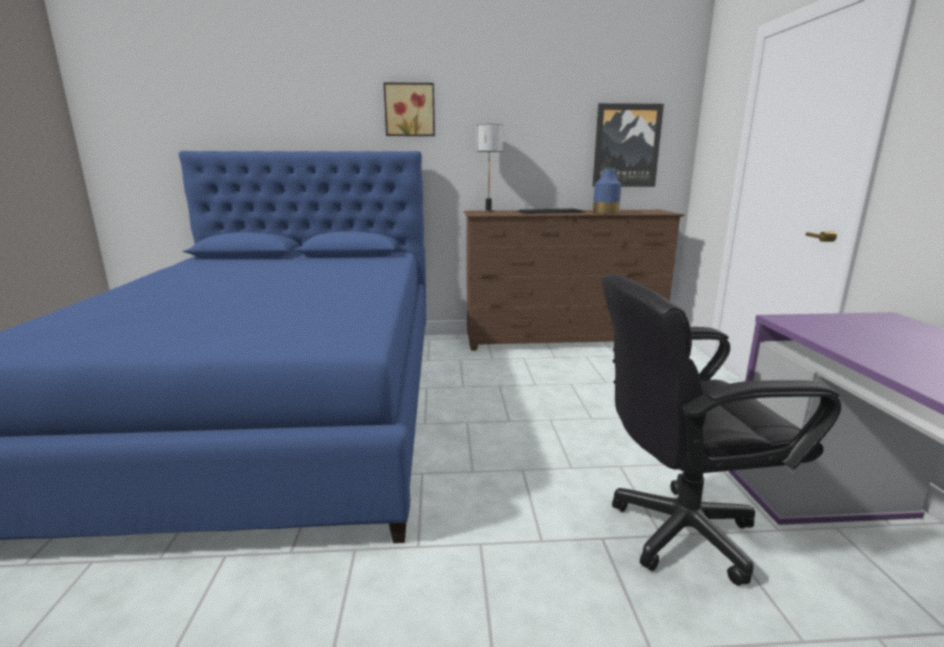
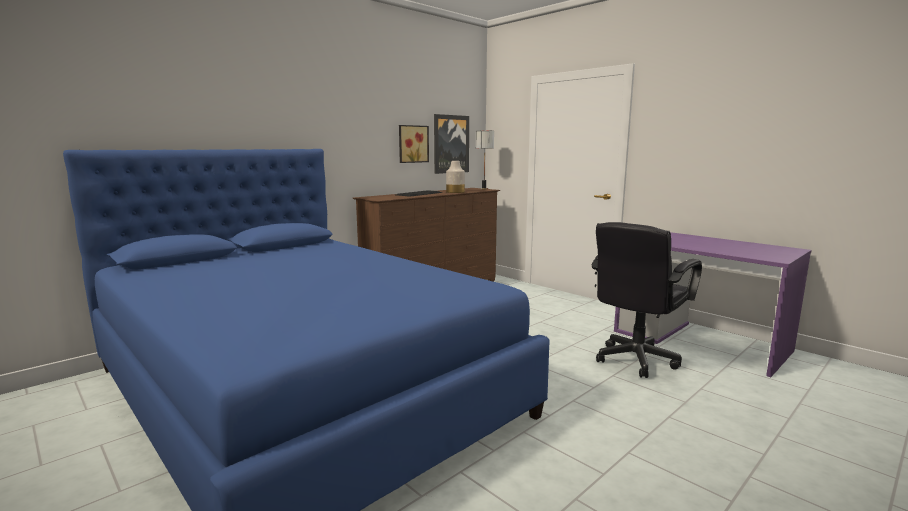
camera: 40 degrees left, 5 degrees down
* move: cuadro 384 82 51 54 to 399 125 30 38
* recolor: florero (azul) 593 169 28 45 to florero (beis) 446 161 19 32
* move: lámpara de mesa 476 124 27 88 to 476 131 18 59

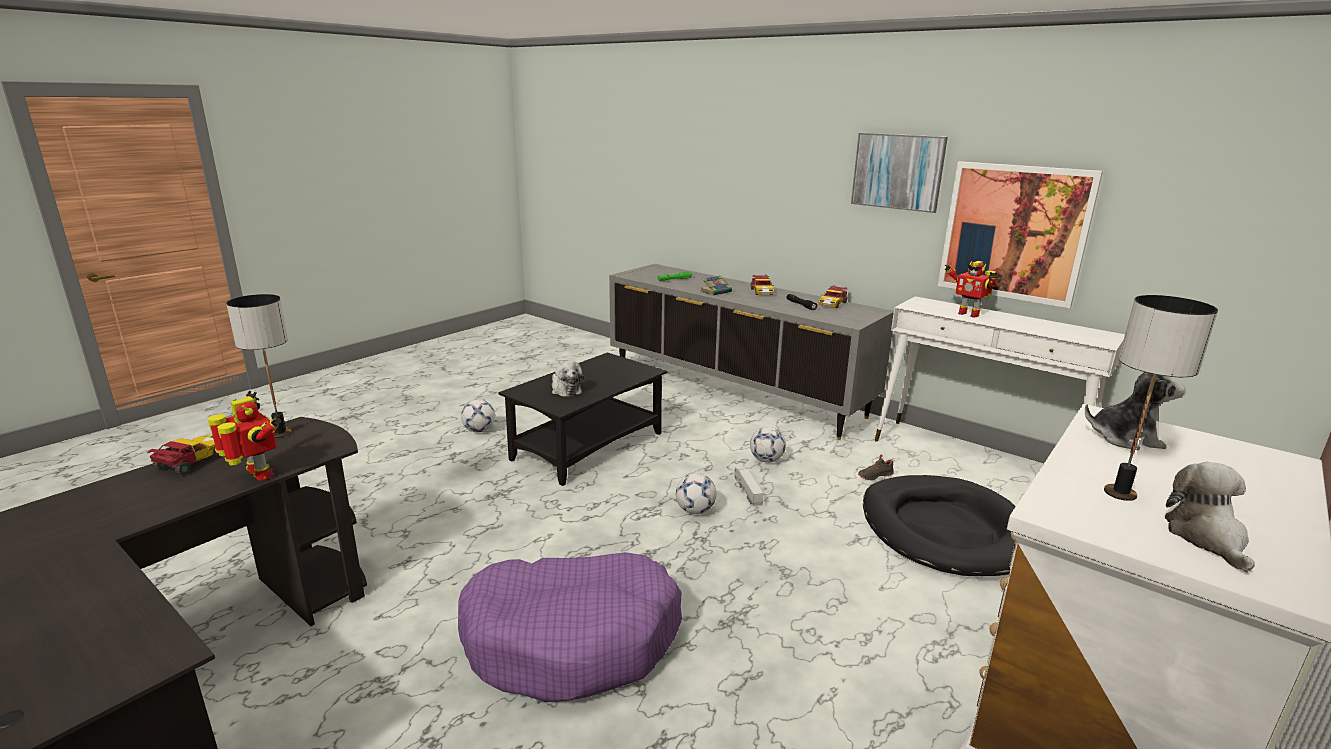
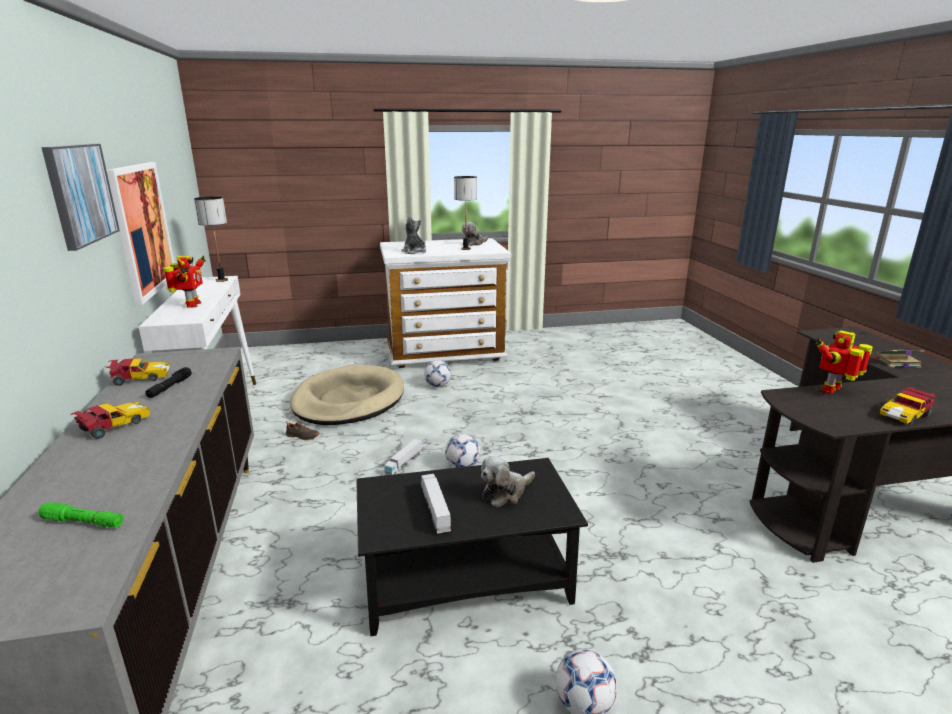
camera: 140 degrees left, 0 degrees up
* move: lámpara de mesa 226 294 66 144 to 194 196 34 86
* recolor: cama para perro (negro) 863 475 153 101 to cama para perro (beis) 290 365 114 60
* insert: camión de juguete 421 474 30 60
* move: balón de fútbol 750 427 36 36 to 424 360 27 27
* rotate: peluche 552 361 32 36 = 481 456 54 51 135 degrees counterclockwise
* rotate: robot de juguete 208 391 74 90 = 815 330 58 64 60 degrees clockwise
* move: libro 700 275 33 21 to 874 349 51 19
* delete: cama para perro (morado) 458 552 224 150

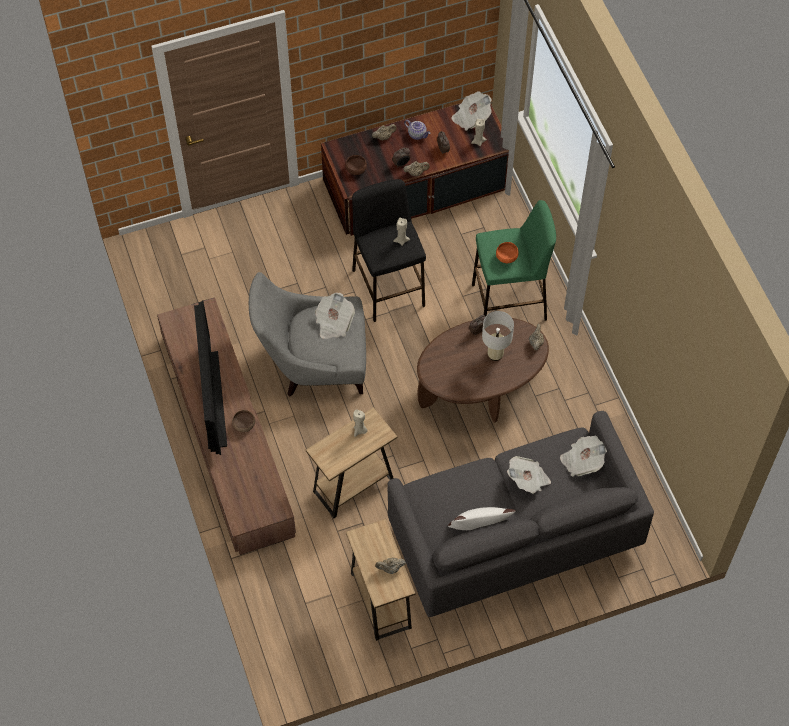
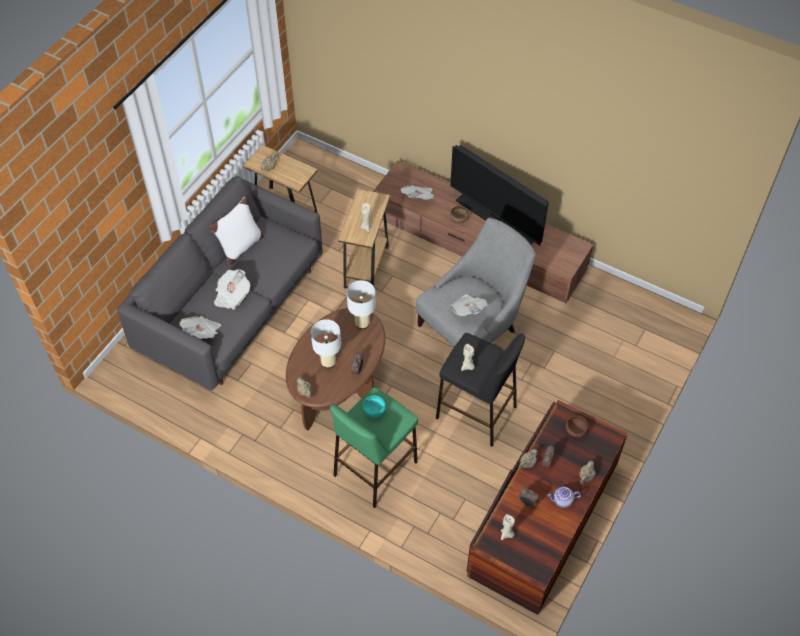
camera: 140 degrees right, 5 degrees down
* insert: lámpara de mesa (blanco) 347 280 29 49
* recolor: cuenco (naranja) 496 242 22 21 to cuenco (turquesa) 363 396 23 22
* move: periódico 451 92 41 39 to 401 185 33 15

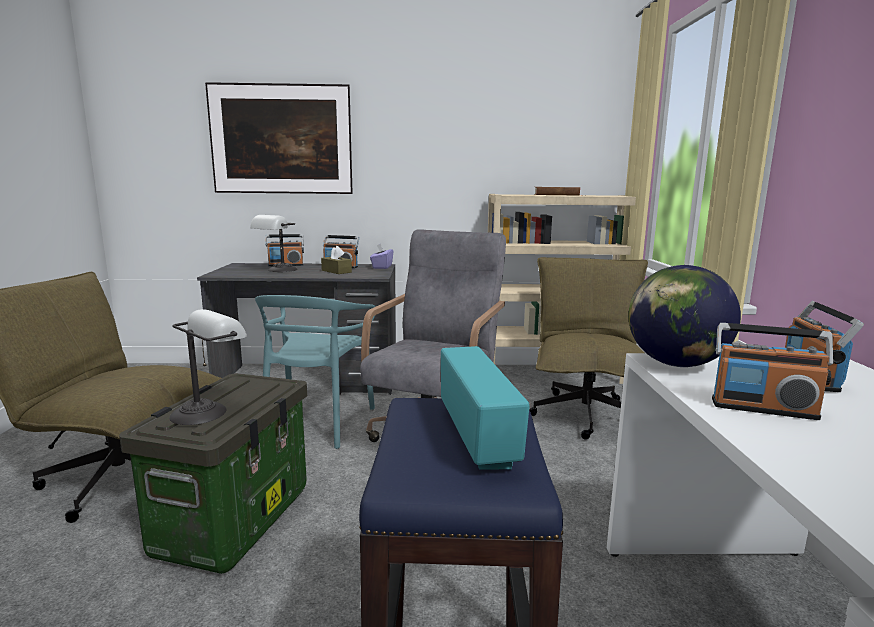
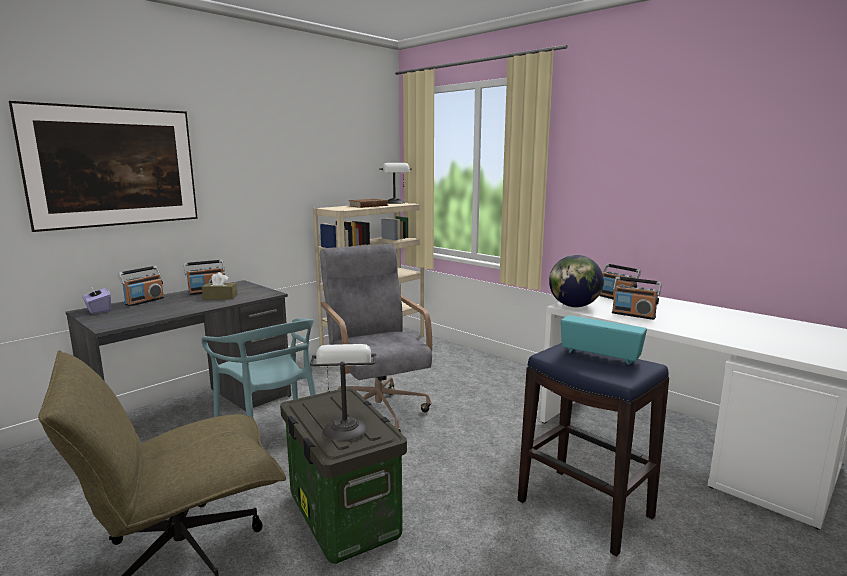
camera: 45 degrees left, 0 degrees up
* move: caja de pañuelos (morado) 370 243 23 26 to 82 286 29 28
* move: lámpara de mesa 250 215 48 57 to 379 163 32 41
* rotate: radio 712 323 121 97 = 612 276 50 44 60 degrees clockwise
* delete: silla de oficina (beis) 529 257 119 183

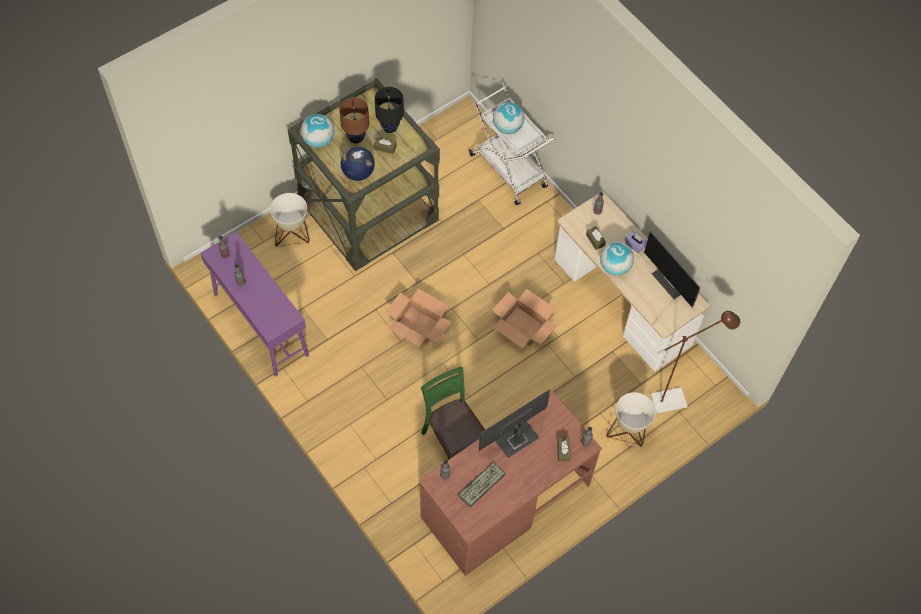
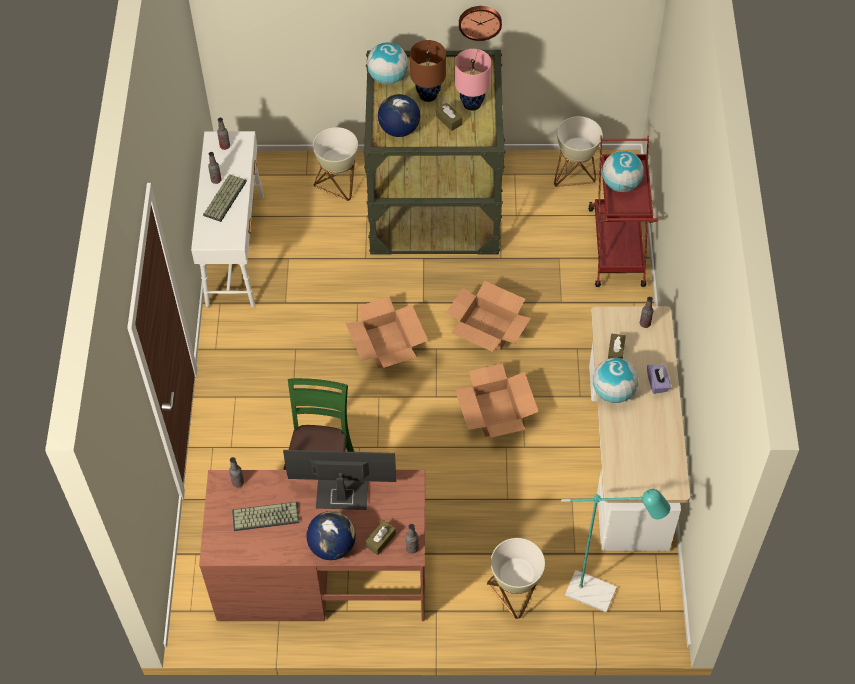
camera: 40 degrees right, 5 degrees down
* recolor: mesa consola (morado) 201 232 108 144 to mesa consola (blanco) 191 131 73 176
* insert: teclado 203 174 44 48
* insert: globo terráqueo 306 511 50 49
* insert: caja de cartón 447 281 84 71
* recolor: lámpara de mesa (negro) 375 87 29 46 to lámpara de mesa (rosa) 455 49 36 62
* insert: reloj de pared 459 6 43 35
* insert: maceta 554 116 49 71
* recolor: lámpara de pie (marrón) 650 311 90 103 to lámpara de pie (turquesa) 561 489 110 123
* recolor: carrito (blanco) 469 84 87 121 to carrito (rojo) 588 135 71 152
* delete: monitor 644 231 56 76

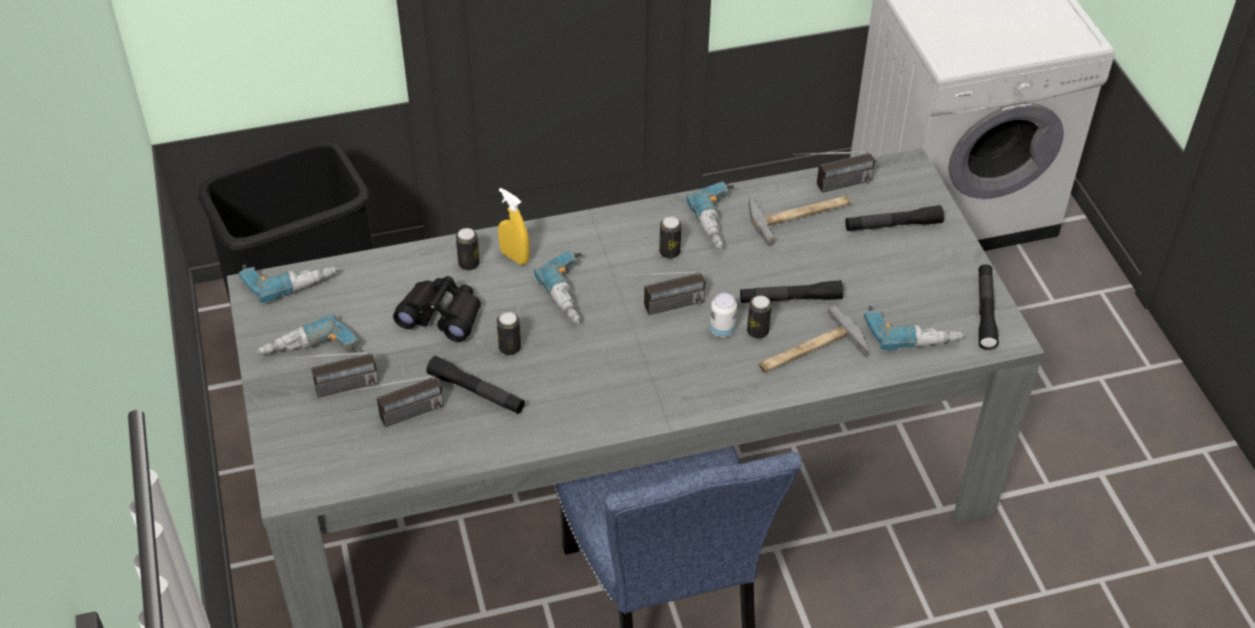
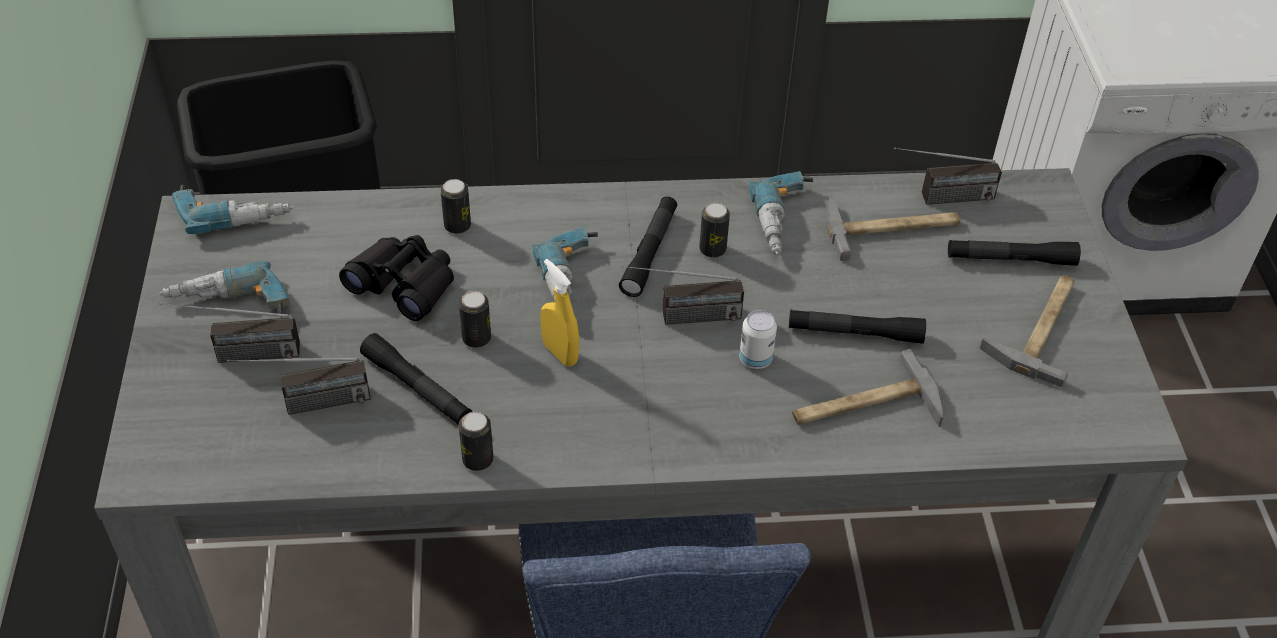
camera: 10 degrees right, 0 degrees up
* move: lata 747 295 25 44 to 459 412 35 59
* move: pulverizador (amarillo) 498 188 32 77 to 540 259 39 108
* move: linterna (negro) 978 264 21 86 to 619 196 58 101
* insert: martillo 979 275 96 112
* delete: taladro 864 306 100 44

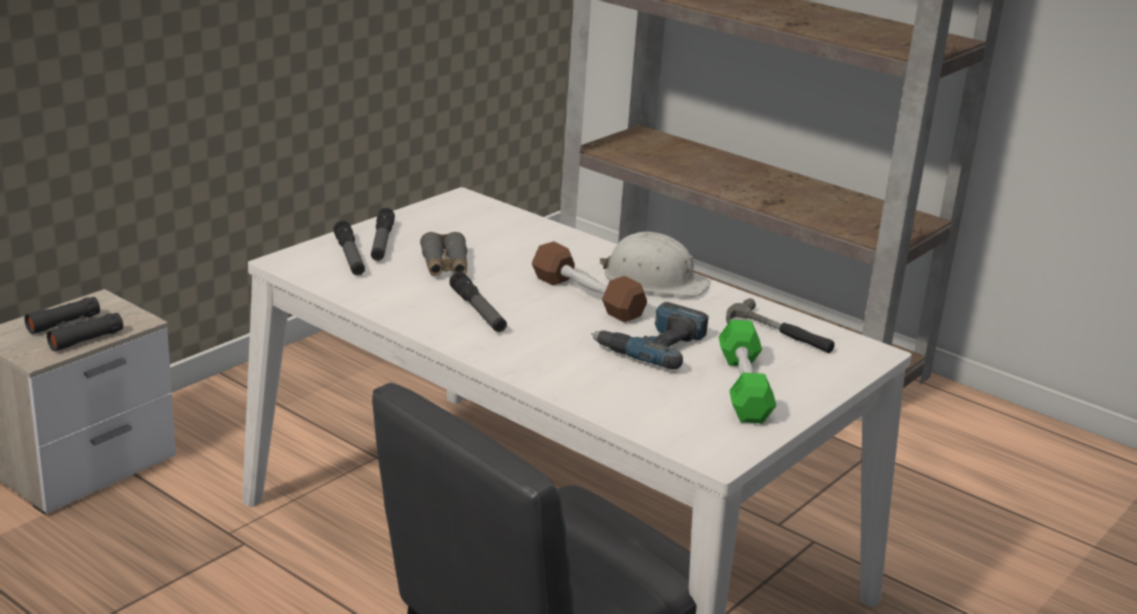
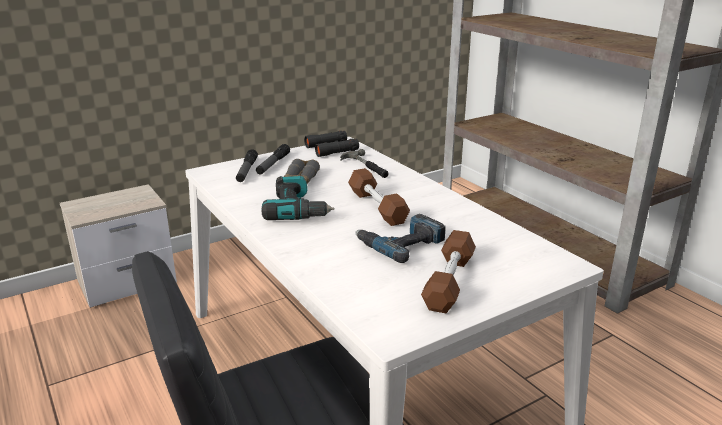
camera: 20 degrees right, 0 degrees up
* replace: linterna 449 272 58 60 to taladro 261 176 74 44
* move: prismáticos (negro) 24 297 99 55 to 304 131 55 26
* move: martillo 726 298 108 55 to 340 149 49 29
* recolor: mancuerna (verde) 719 320 58 104 to mancuerna (marrón) 421 230 55 83
* delete: casco (blanco) 600 232 110 65

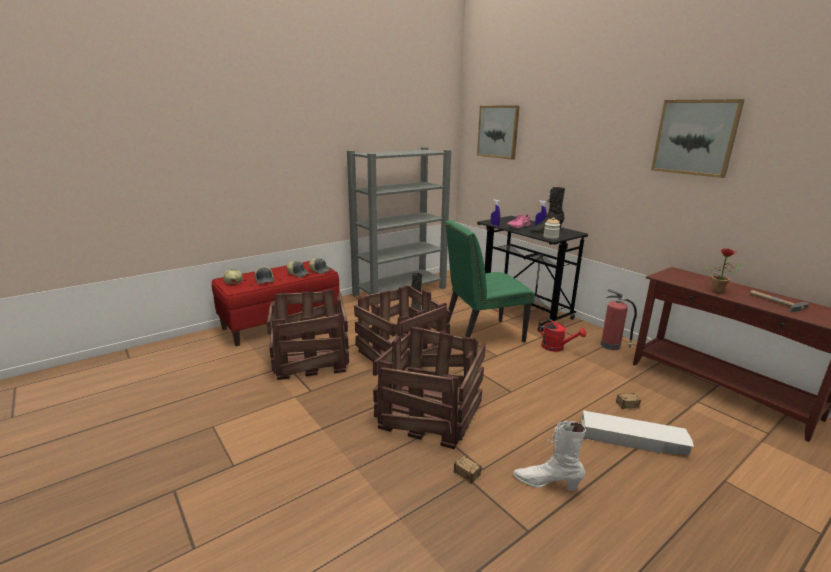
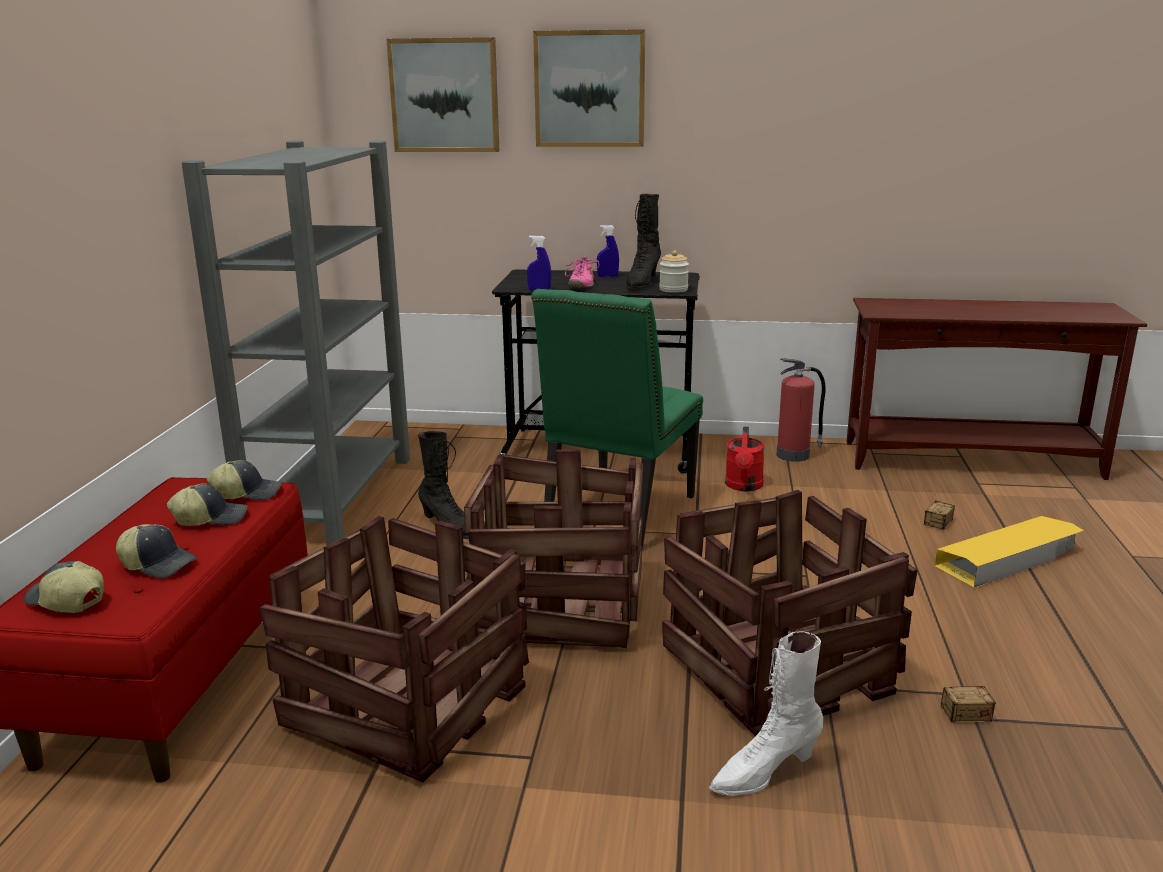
camera: 45 degrees left, 0 degrees up
* move: cuadro 651 99 94 79 to 533 29 112 118
* move: bota (blanco) 513 421 73 69 to 709 631 114 165
* rotate: regadera (rojo) 538 317 48 35 = 725 426 40 66 105 degrees clockwise
* recolor: caja de almacenaje (blanco) 582 410 112 45 to caja de almacenaje (amarillo) 935 516 149 72
* delete: planta en maceta 704 248 39 45
* delete: martillo 750 290 59 23

